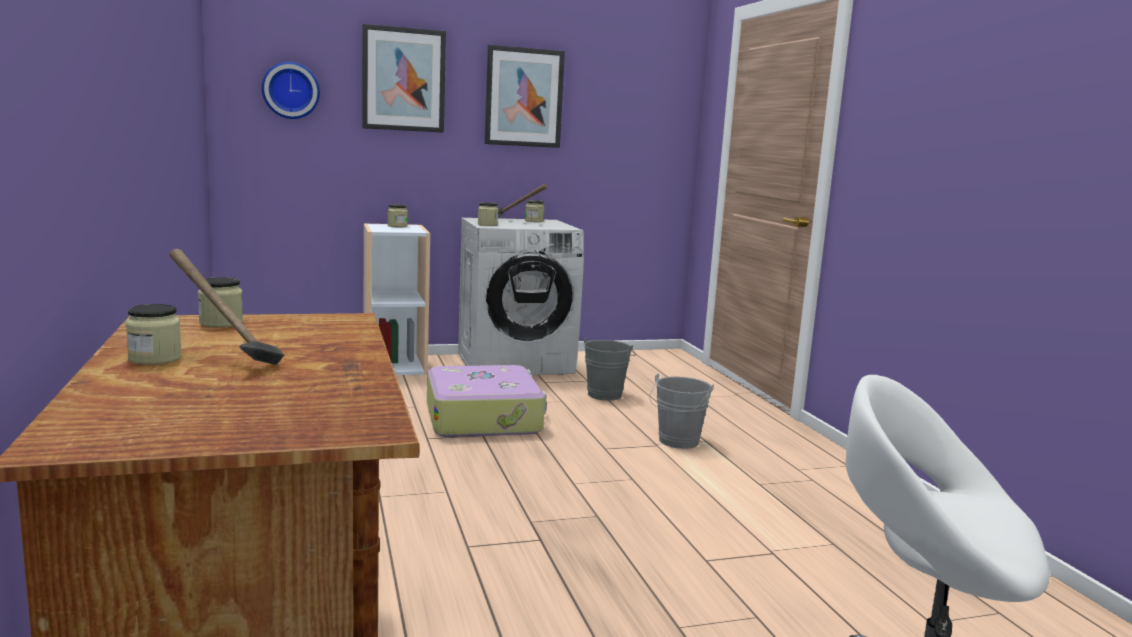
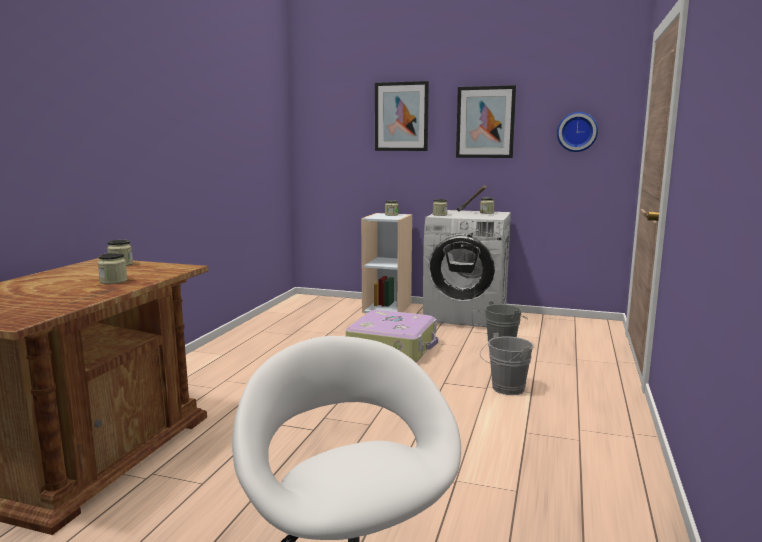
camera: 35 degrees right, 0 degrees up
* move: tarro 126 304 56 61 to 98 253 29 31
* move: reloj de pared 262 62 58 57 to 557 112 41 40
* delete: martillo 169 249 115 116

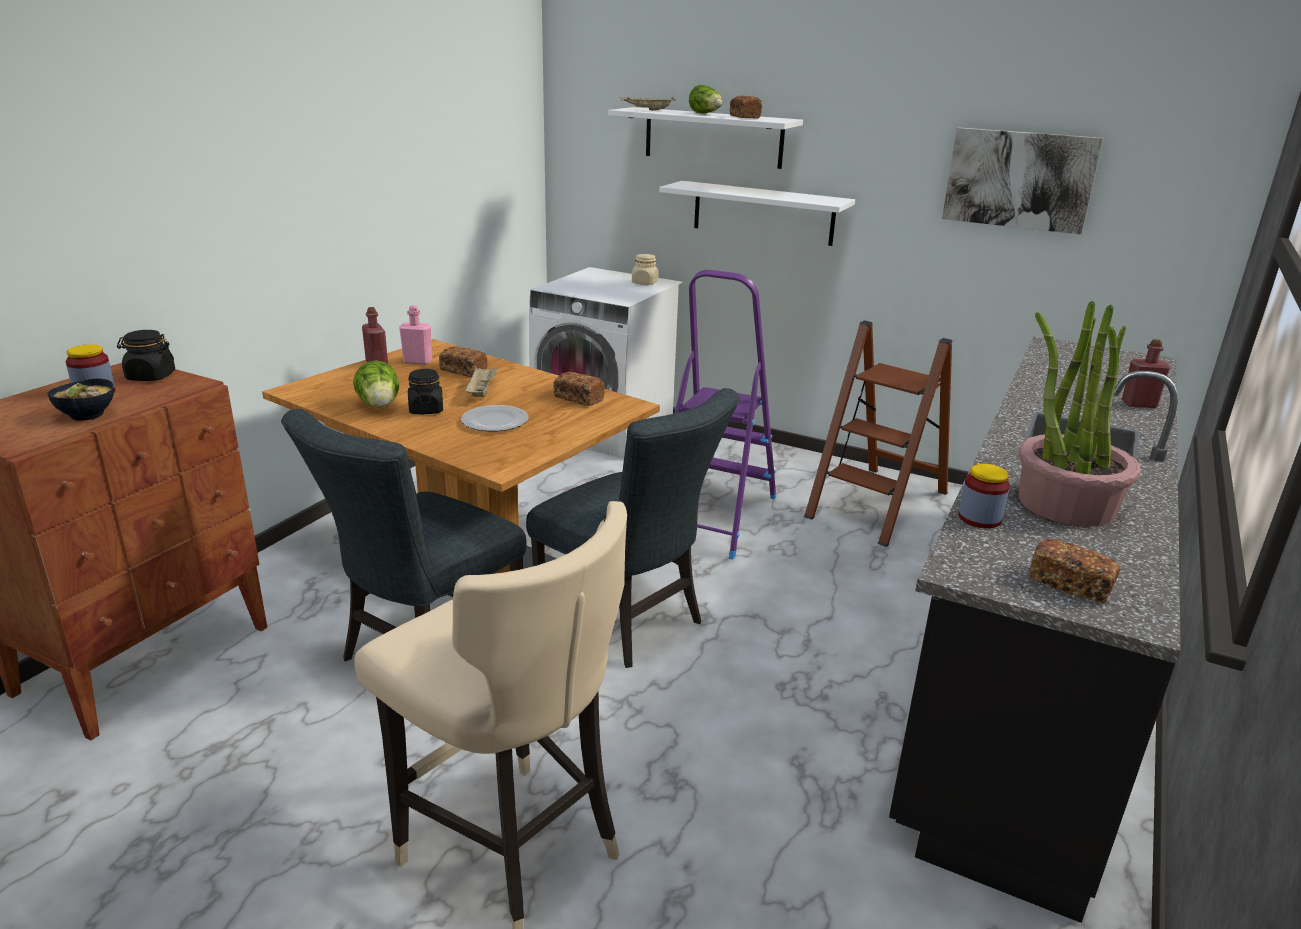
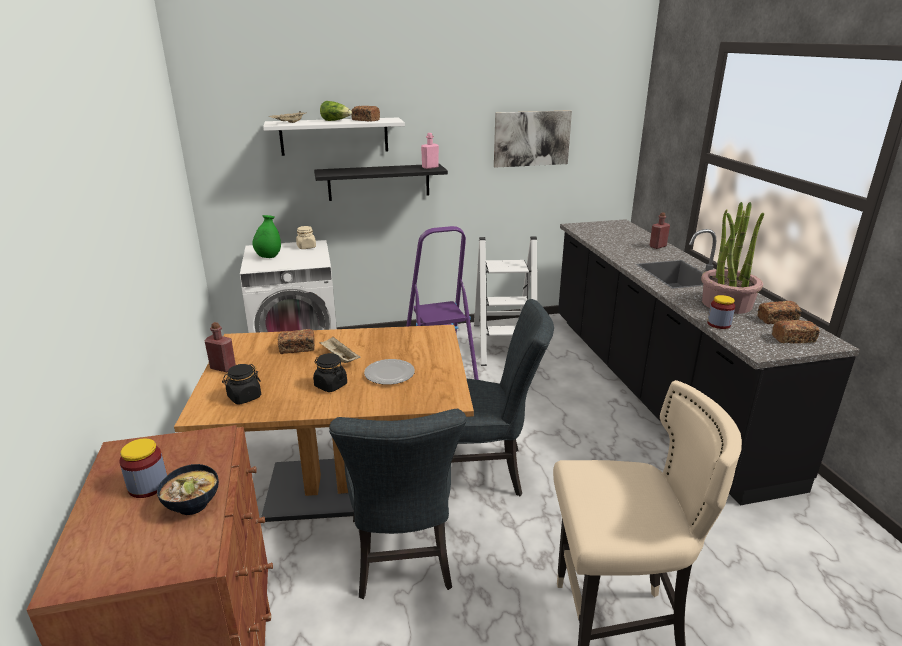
camera: 40 degrees left, 0 degrees up
* move: tarro (negro) 117 330 58 51 to 222 364 39 40
* insert: florero (verde) 253 215 28 43
* recolor: estante (blanco) 659 181 196 65 to estante (negro) 314 164 134 37
* move: botella (rosa) 399 305 33 60 to 421 133 18 36
* recolor: escalera de tijera (marrón) 804 320 148 227 to escalera de tijera (blanco) 474 236 63 130
* move: pan 553 372 52 34 to 757 301 45 23
* delete: lechuga 353 360 46 48

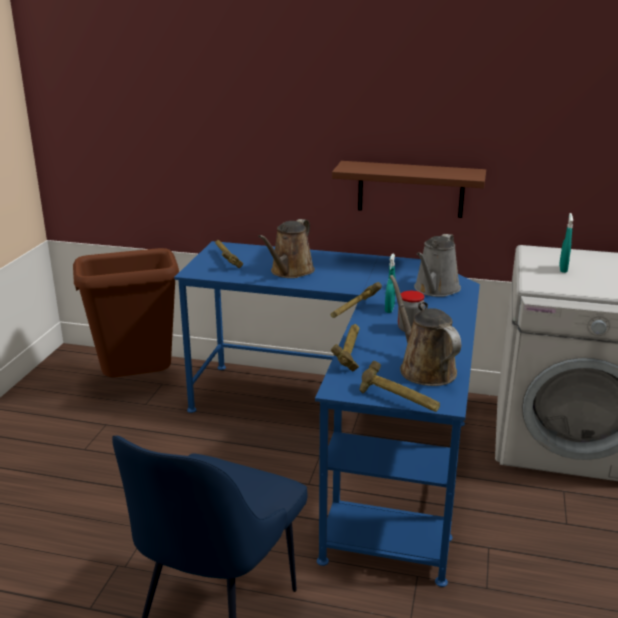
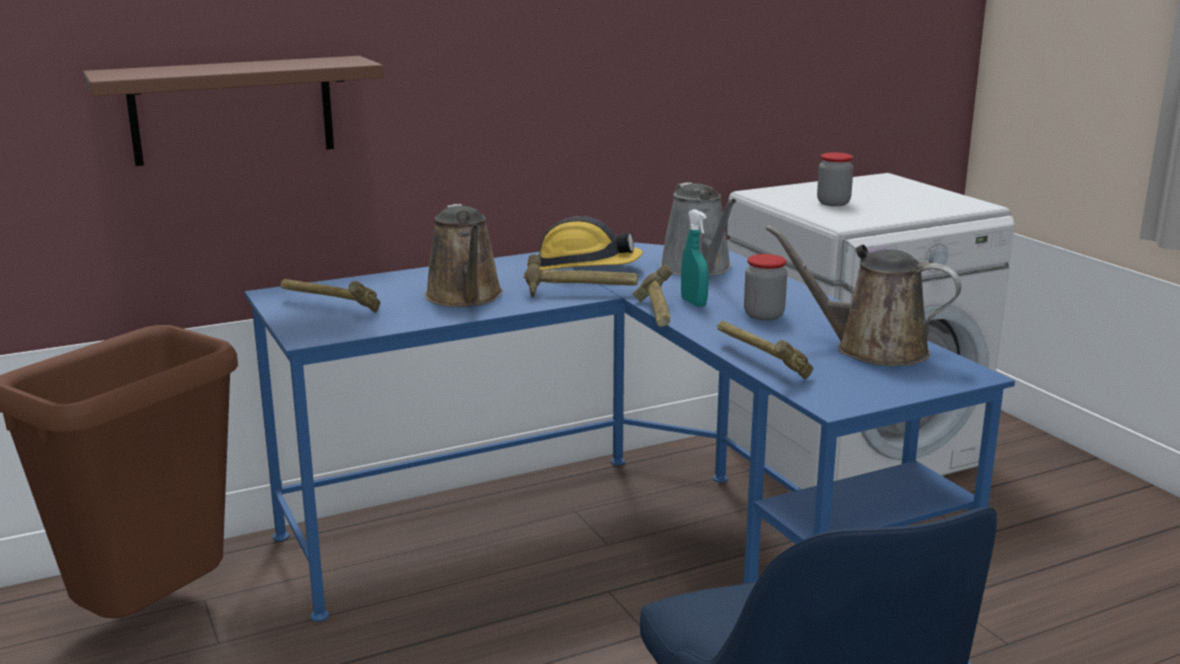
camera: 40 degrees left, 5 degrees down
* move: estante (marrón) 332 161 154 57 to 83 56 301 110
* move: martillo 359 361 81 51 to 524 255 114 43
* insert: casco 539 216 104 55
* replace: pulverizador (turquesa) 559 213 14 60 to tarro 817 153 37 53

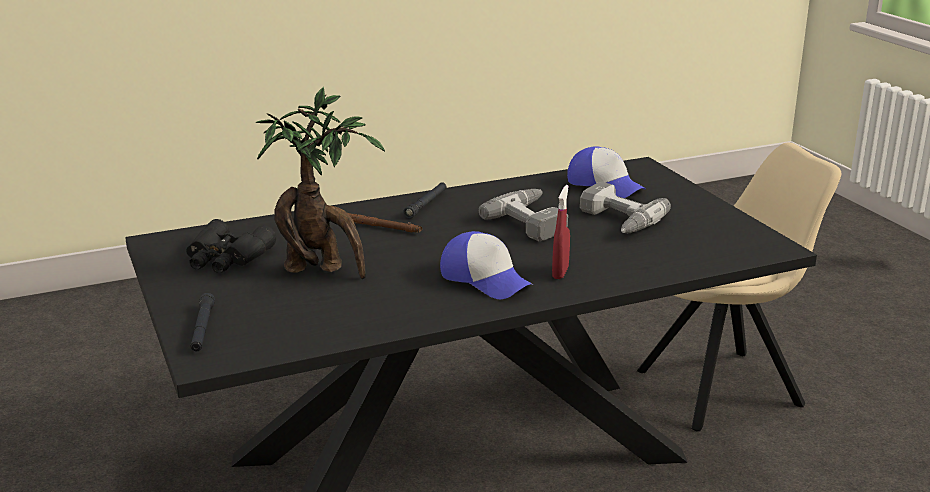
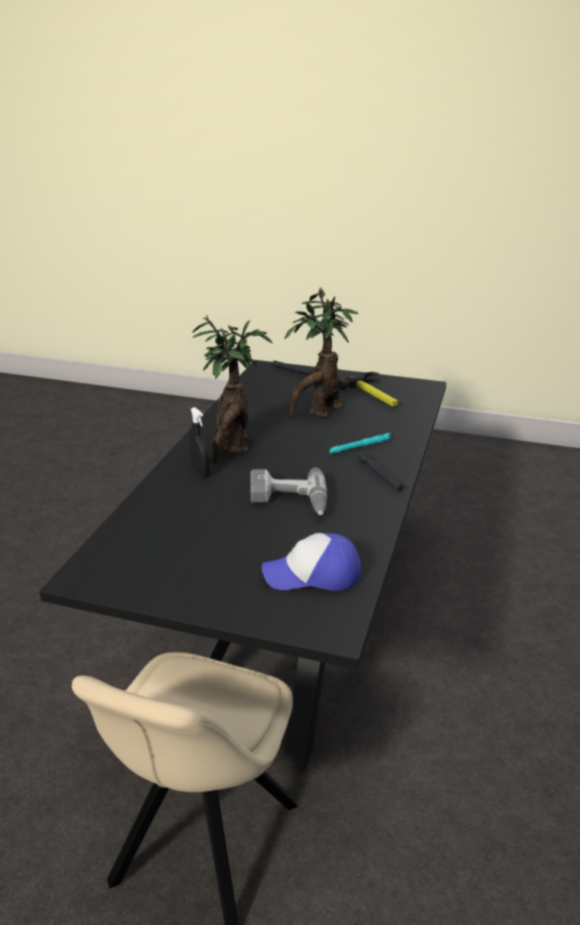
camera: 130 degrees right, 5 degrees up
* recolor: pulverizador (rojo) 552 185 18 94 to pulverizador (negro) 189 407 21 70
* replace: gorra 440 231 93 68 to planta en maceta 192 315 81 149
* recolor: linterna (marrón) 348 213 75 20 to linterna (turquesa) 329 433 62 21
* replace: prismáticos (negro) 186 219 90 54 to martillo 338 372 60 35
* delete: taladro 580 182 91 51

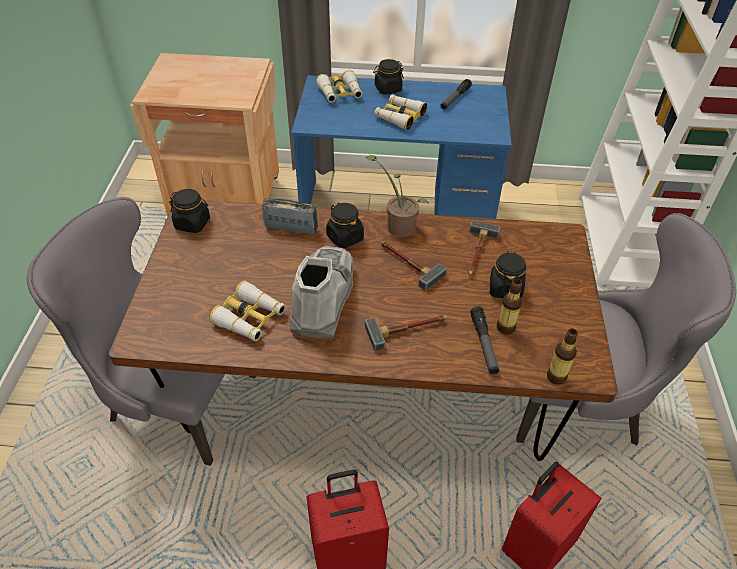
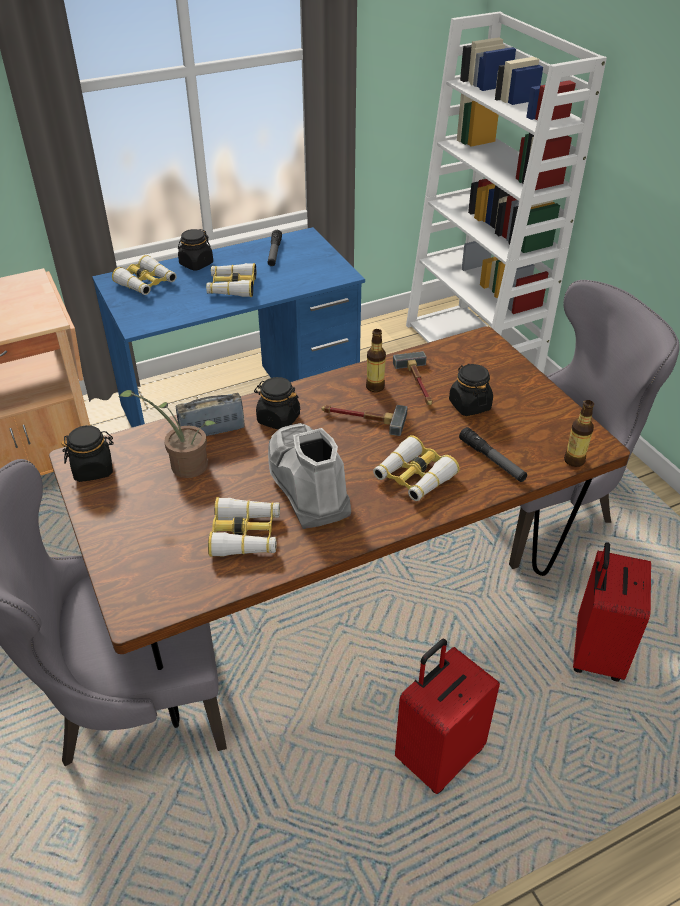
camera: 30 degrees left, 5 degrees down
* move: planta en maceta 365 155 63 82 to 119 390 98 88
* move: botella 497 279 25 56 to 366 329 20 63
* replace: martillo 365 314 82 37 to prismáticos 373 435 87 66

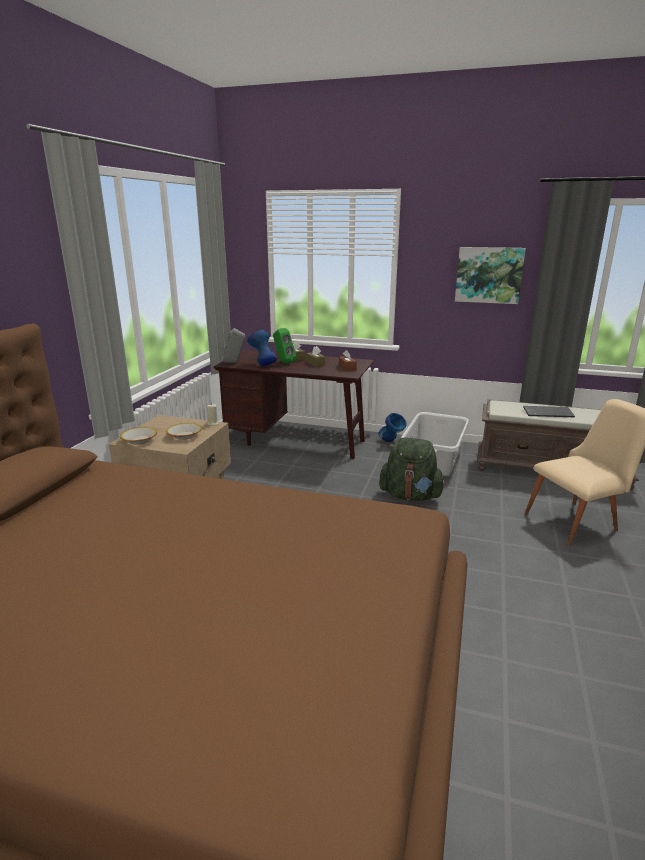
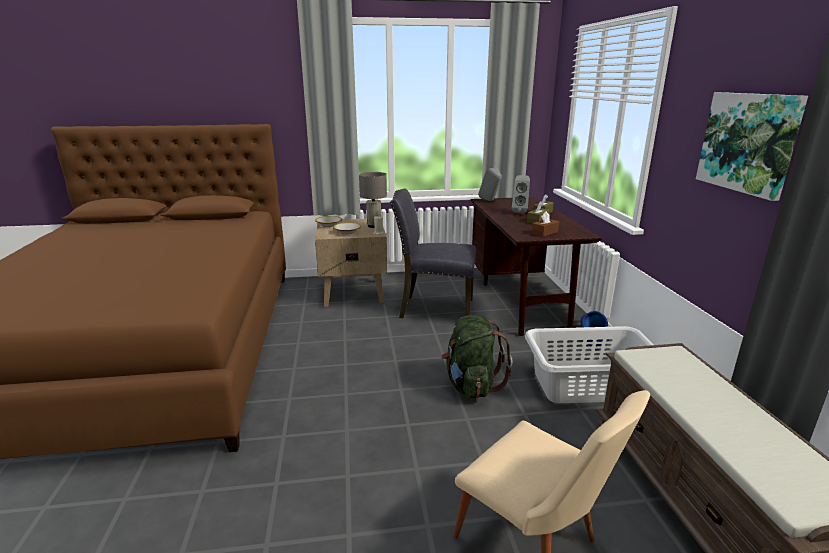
camera: 65 degrees right, 0 degrees up
* insert: lámpara de mesa (gris) 359 172 28 56
* insert: silla (gris) 390 188 86 130
* recolor: altavoz (verde) 273 328 24 35 to altavoz (gris) 512 175 18 39
* delete: florero (azul) 247 330 30 36
* delete: teclado 523 406 52 11

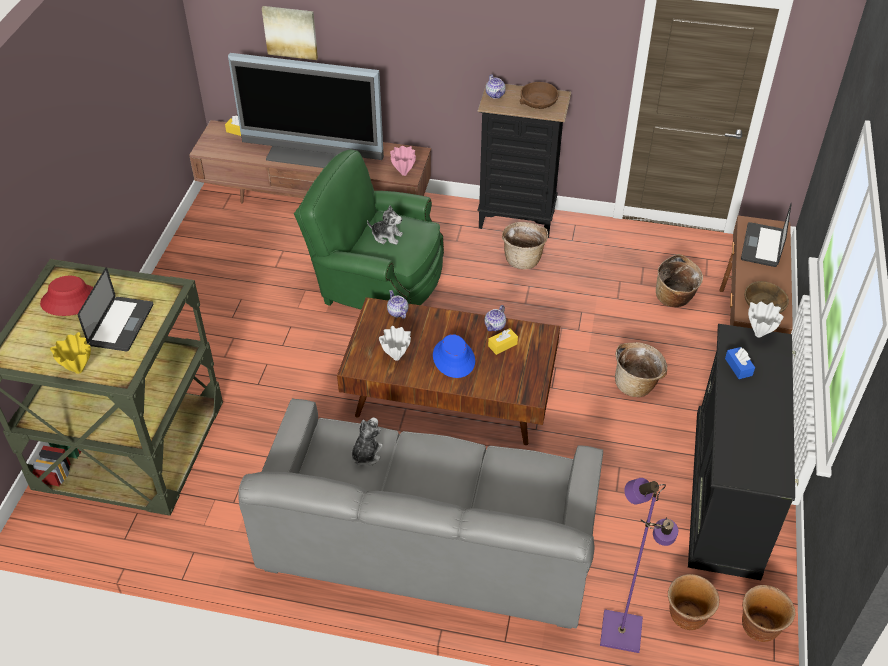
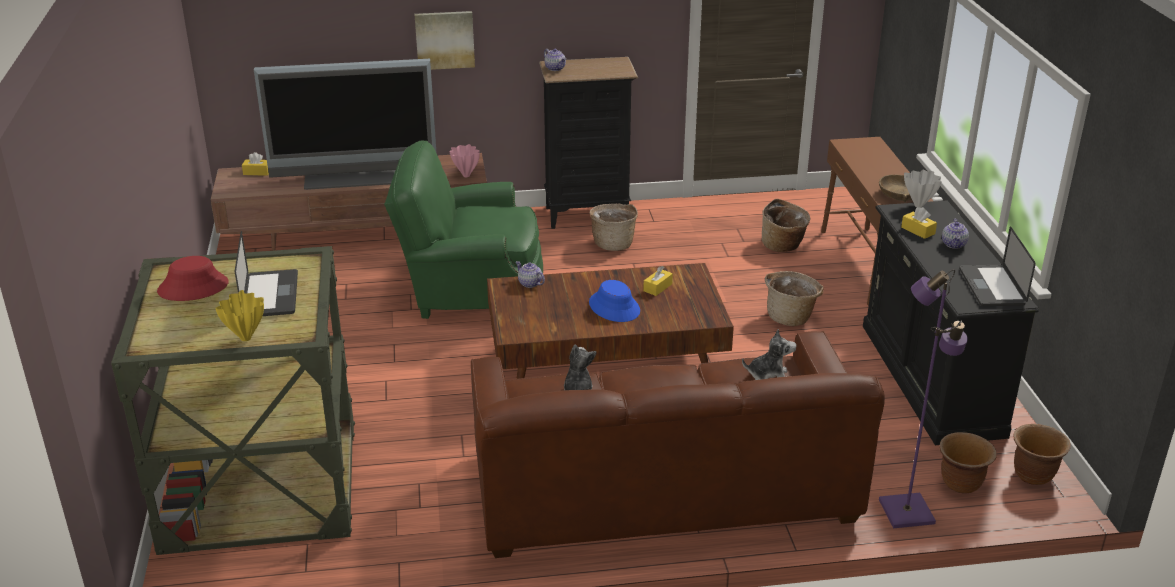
camera: 20 degrees left, 15 degrees down
* move: cuadro 262 6 56 54 to 415 11 60 59
* recolor: sofá (gris) 238 398 365 231 to sofá (marrón) 471 331 414 227
* move: peluche 367 205 36 40 to 742 329 55 51
* recolor: caja de pañuelos (azul) 725 347 30 32 to caja de pañuelos (amarillo) 901 207 36 32
* move: tetera 484 305 22 26 to 942 219 27 30
* move: portátil 741 203 51 64 to 959 226 77 80
* delete: florero (blanco) 379 326 32 35
* delete: cuenco (marrón) 520 82 38 27

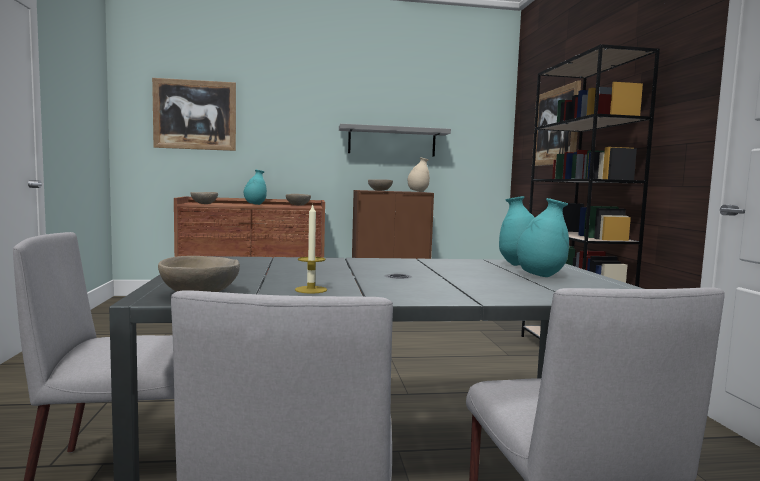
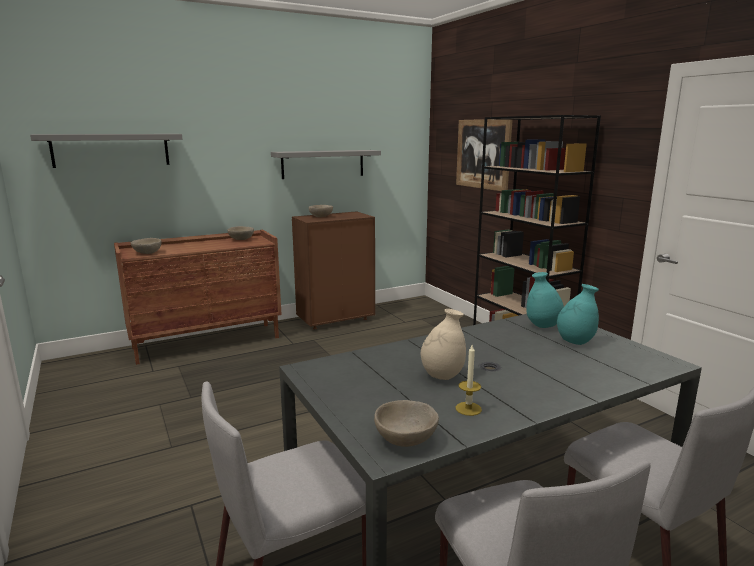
camera: 20 degrees left, 10 degrees up
* replace: cuadro 152 78 84 73 to estante (gris) 30 134 152 34
* move: florero (beis) 407 157 23 35 to 421 309 45 71
* delete: florero (turquesa) 244 170 23 35

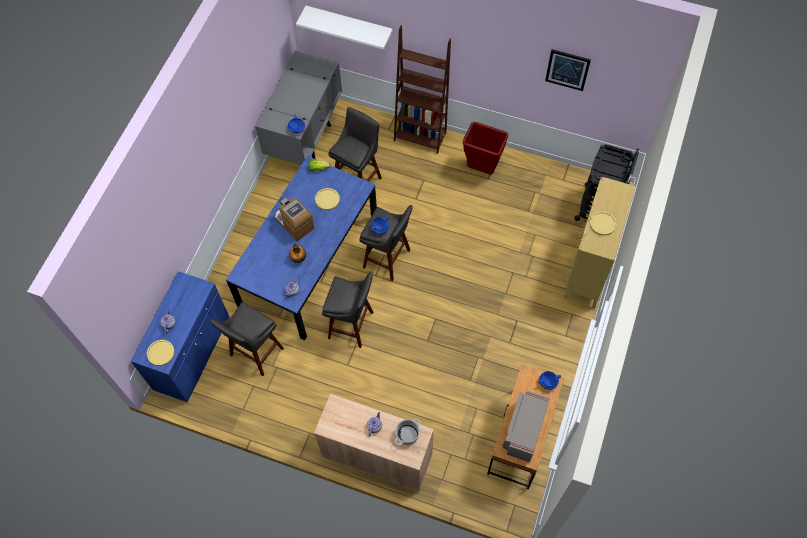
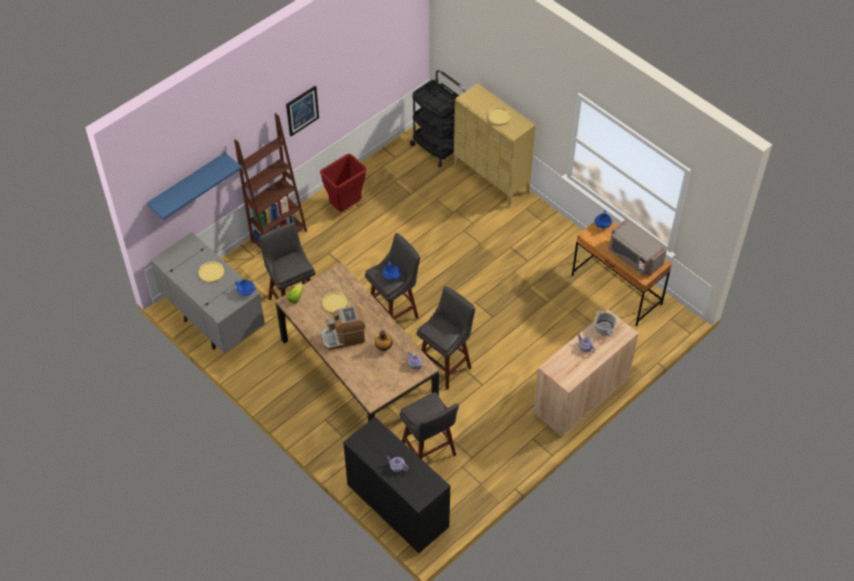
camera: 65 degrees left, 10 degrees down
* recolor: estante (blanco) 296 6 97 44 to estante (azul) 147 152 95 68
* move: plato (amarillo) 147 340 28 26 to 198 261 26 22
* recolor: mesa de comedor (azul) 226 156 151 185 to mesa de comedor (marrón) 275 263 164 159
* move: cuadro 545 49 46 42 to 286 86 33 50
* recolor: armario (azul) 131 271 98 131 to armario (negro) 343 417 107 136

